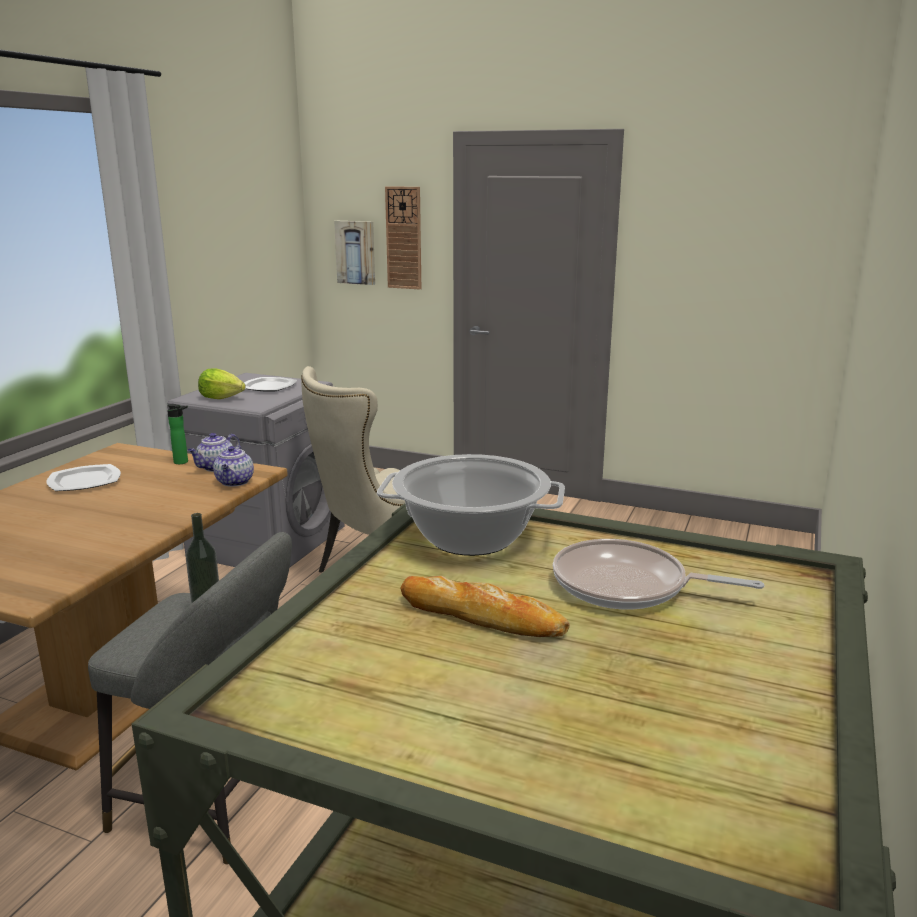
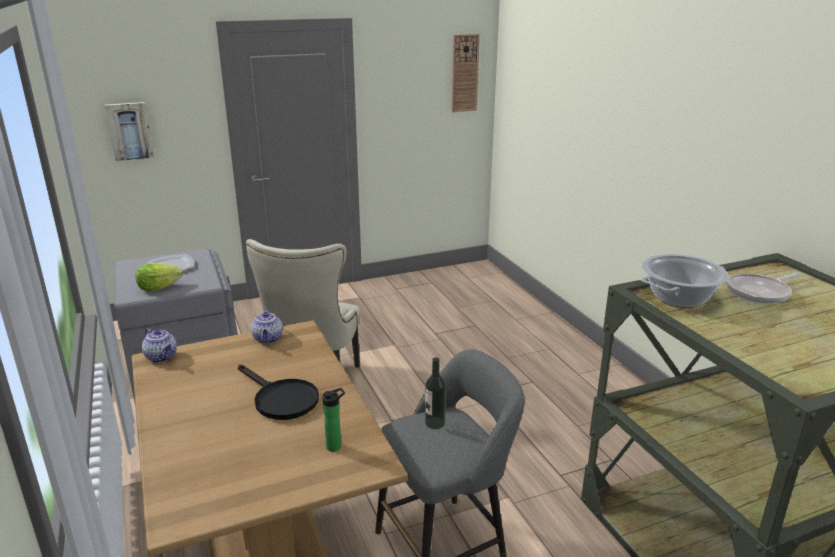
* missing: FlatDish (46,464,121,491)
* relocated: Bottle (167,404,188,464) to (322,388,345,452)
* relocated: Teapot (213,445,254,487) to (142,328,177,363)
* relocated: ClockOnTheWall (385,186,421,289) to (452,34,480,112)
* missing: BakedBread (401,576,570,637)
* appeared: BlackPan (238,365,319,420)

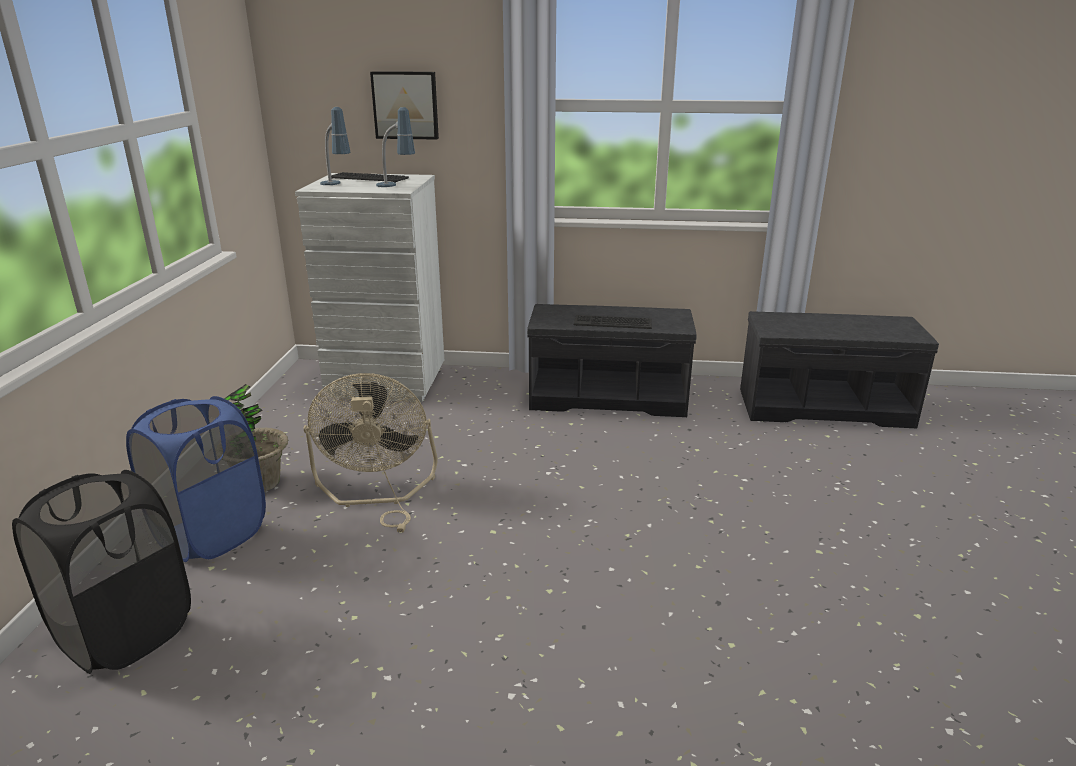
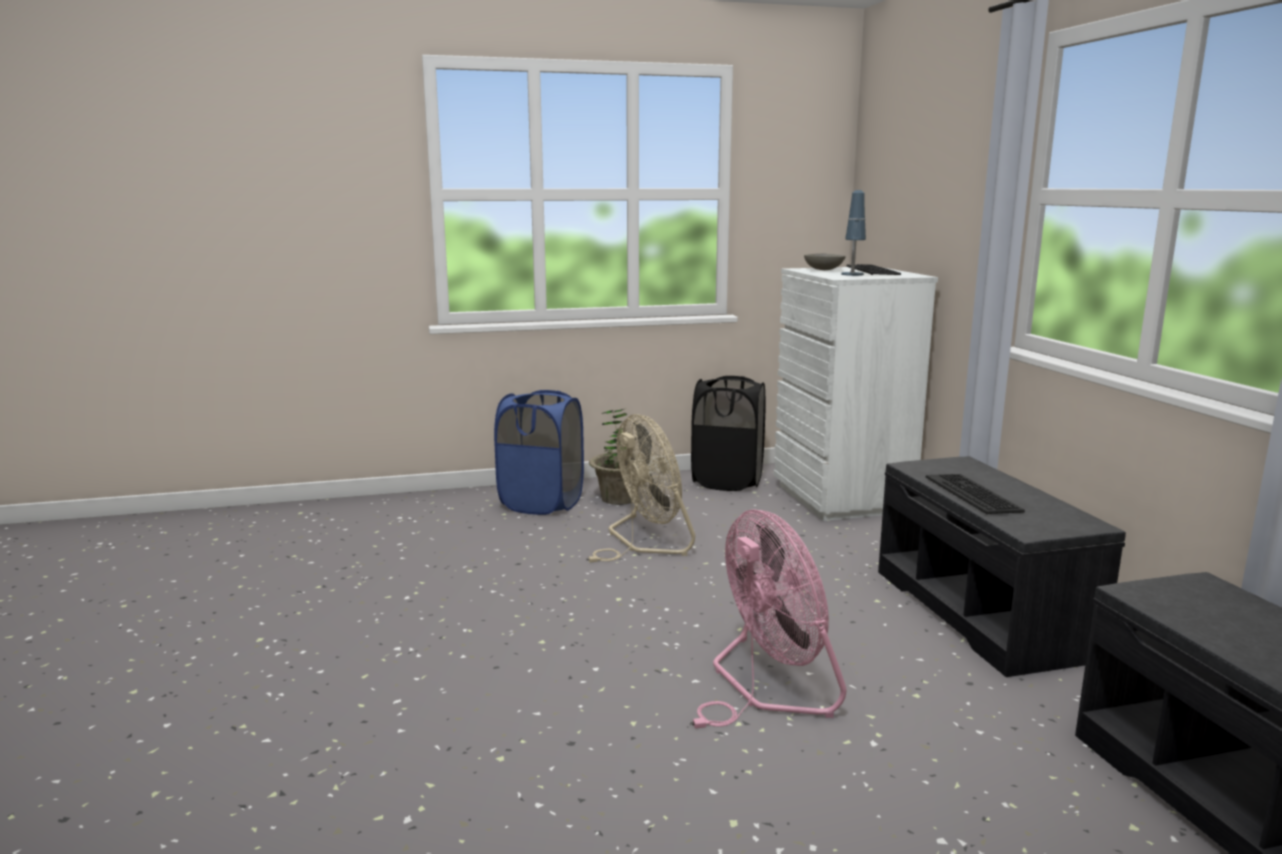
* relocated: BlackWashingBasket (12,470,191,674) to (691,376,766,491)
* exchanged: TabletopLamp (320,107,350,185) to GrayBowl (804,253,846,270)
* missing: WallPicture (370,71,439,140)
* appeared: PinkColouredCoolingFan (690,509,846,729)

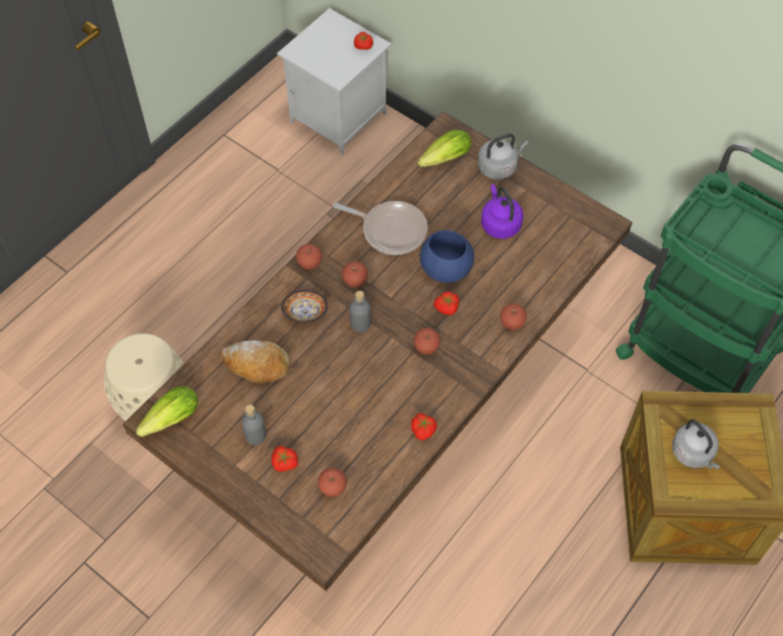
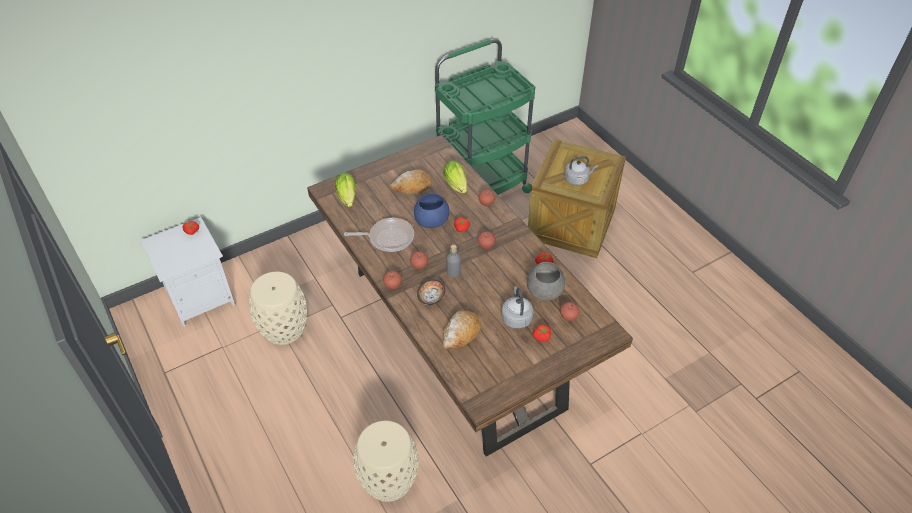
* relocated: LettuceHead (136,386,198,437) to (443,160,467,193)
* missing: GrayBottle (242,405,266,445)
* spun: Pan (333,201,428,255) = (344,218,414,252) 45 degrees clockwise
* relocated: GrayKettle (478,133,529,180) to (501,286,533,329)
* exchanged: PurpleKettle (481,184,523,239) to BakedBread (390,170,433,194)
* appeared: BeigeStool (249,271,307,345)
* appeared: GrayBowl (527,262,565,301)

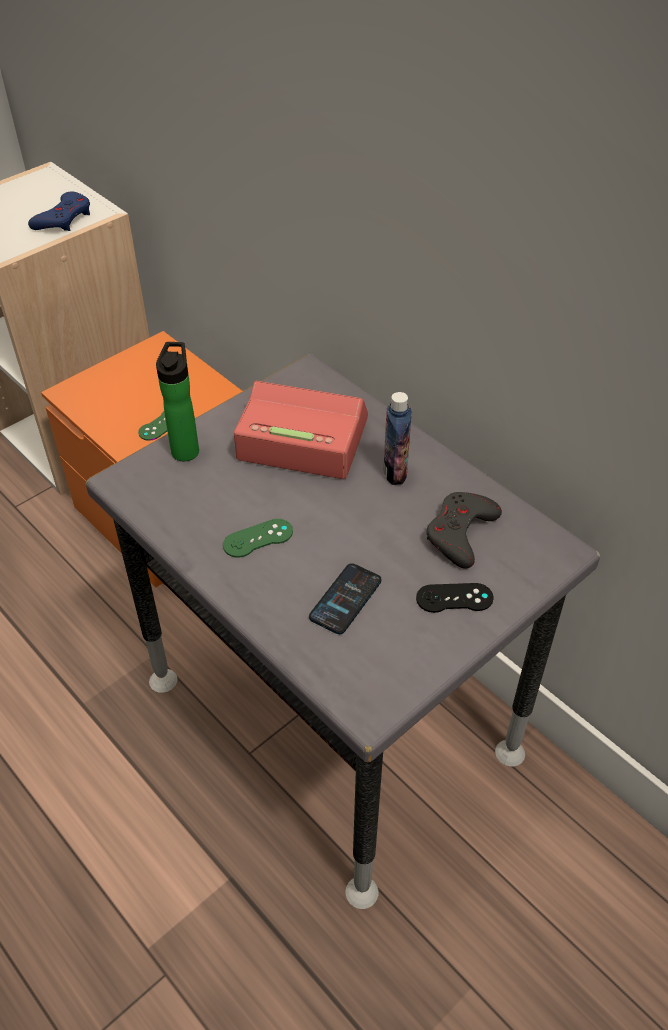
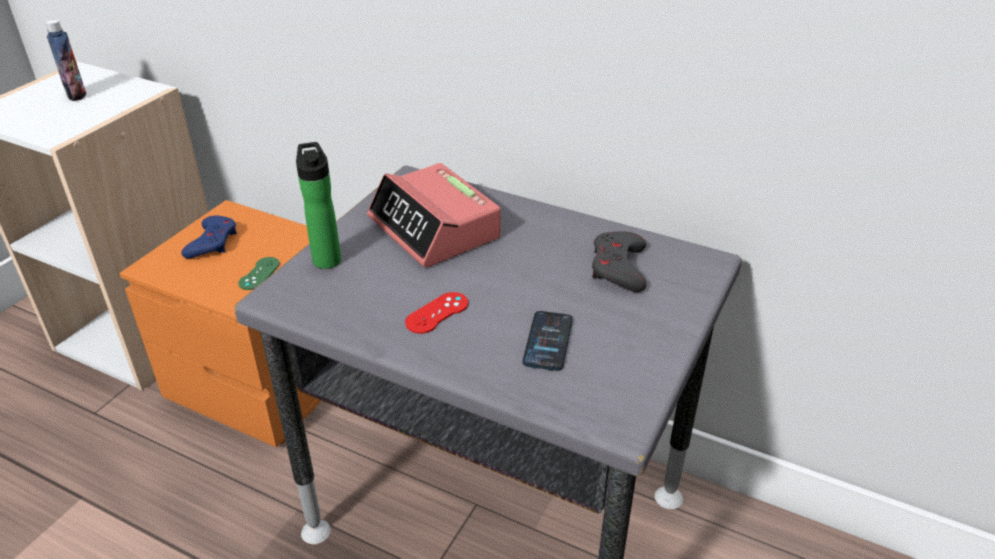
* relocated: BluishGameController (28,191,90,231) to (181,215,237,259)
* colour: GreenishGameController (223,519,293,557) to ReddishGameController (405,292,468,334)
* spun: AlarmClock (234,381,368,479) = (367,163,501,268) 120 degrees counterclockwise
* relocated: Bottle (383,392,412,485) to (46,20,86,101)
* missing: BlackGameController (416,583,493,613)

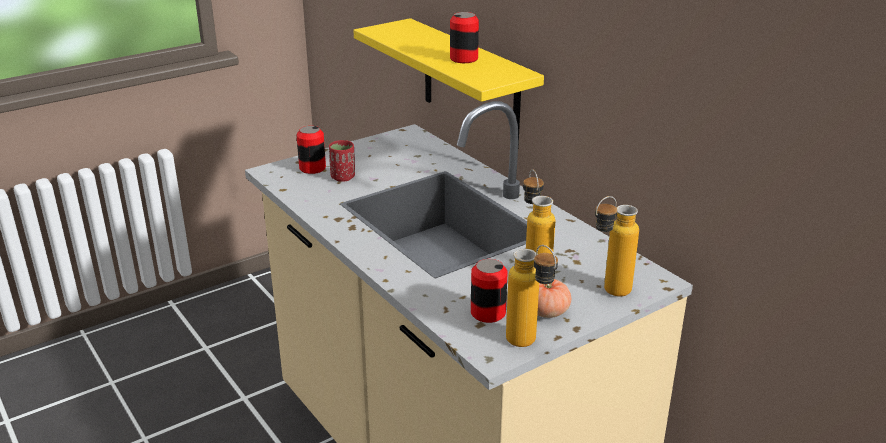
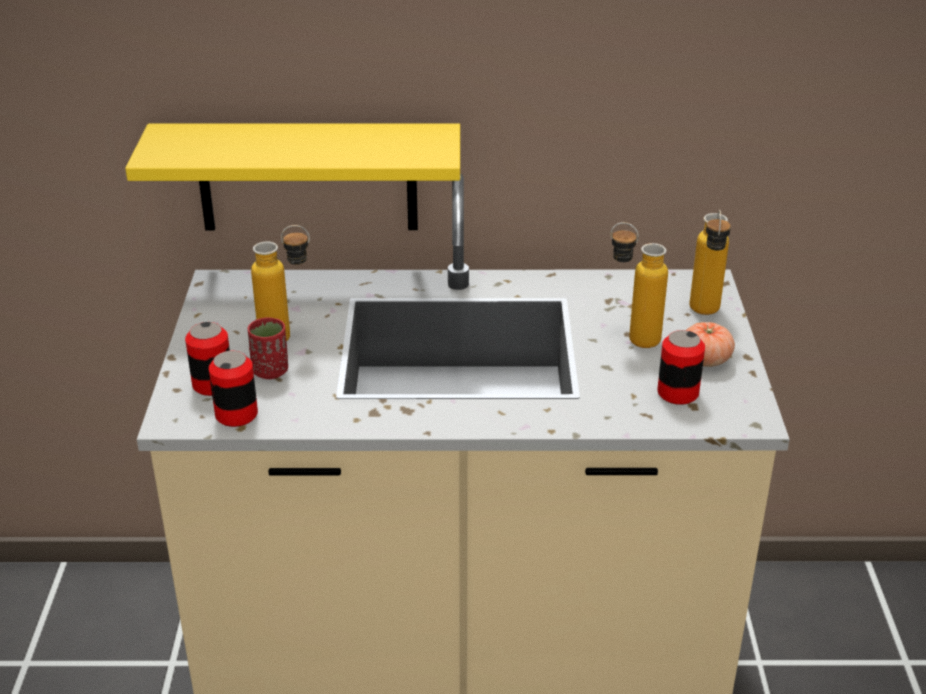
* relocated: SealedCan (450,12,479,63) to (209,351,258,427)
* relocated: Bottle (506,245,558,347) to (251,225,310,341)

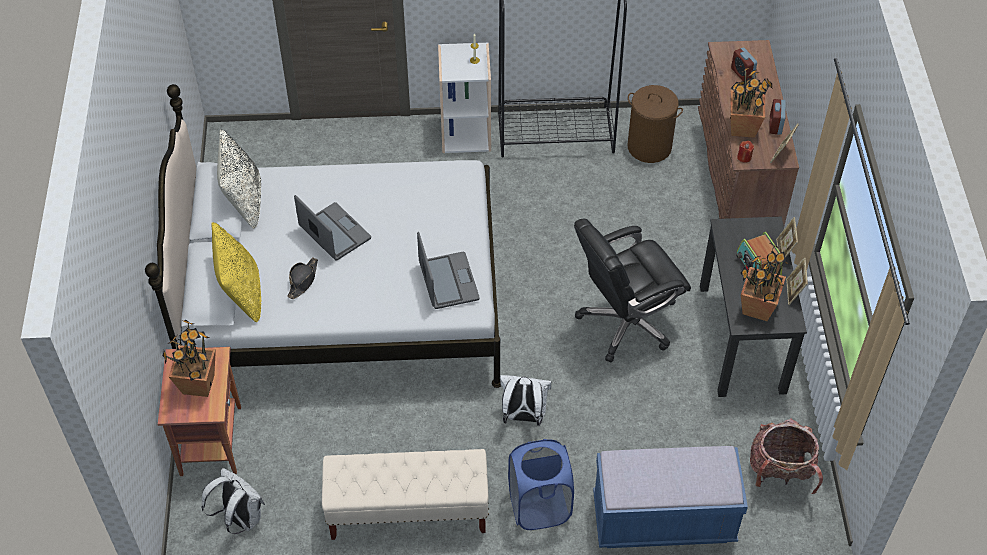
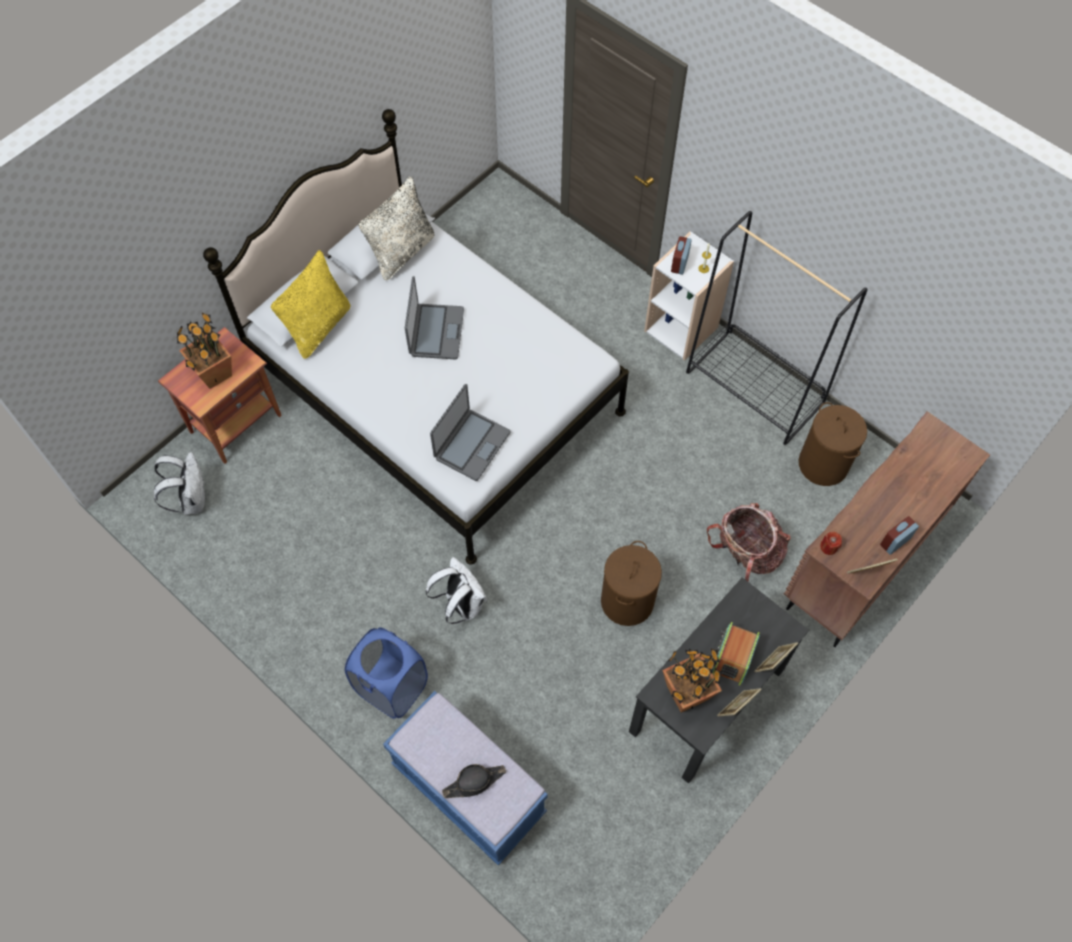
* relocated: BlackWearableHat (288,258,318,299) to (442,764,506,798)
* missing: BeigeIndoorBench (322,449,489,540)
* exchanged: BlackComputerChair (574,219,691,362) to BrownColouredWashingBasket (601,541,662,626)
* missing: PottedPlant (730,68,773,138)
* relocated: AlarmClock (731,47,757,81) to (671,236,692,275)
* relocated: Rucksack (750,419,823,494) to (707,503,791,581)

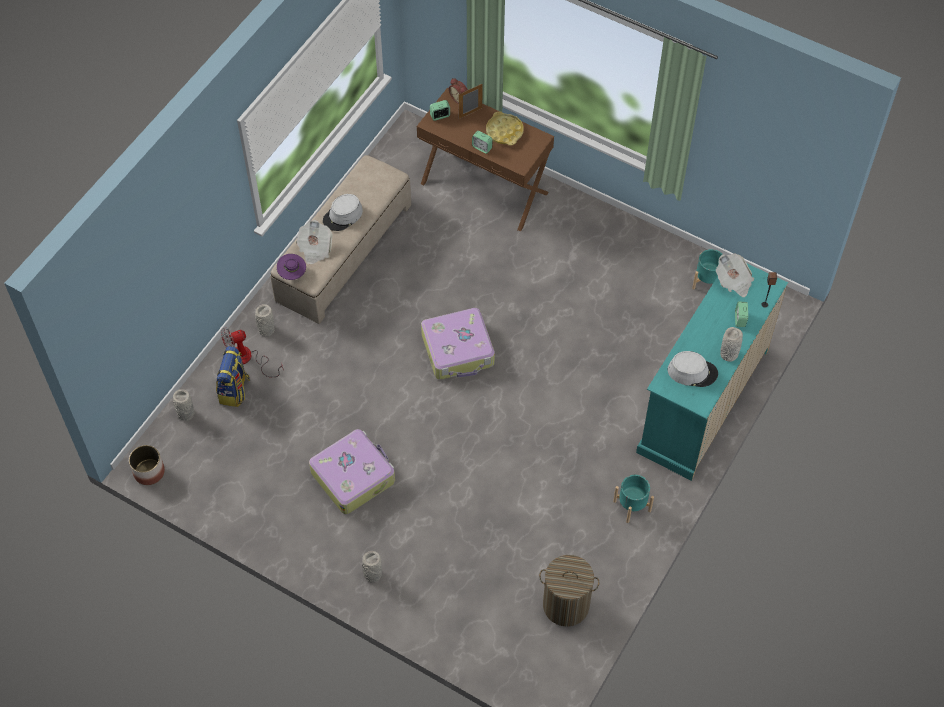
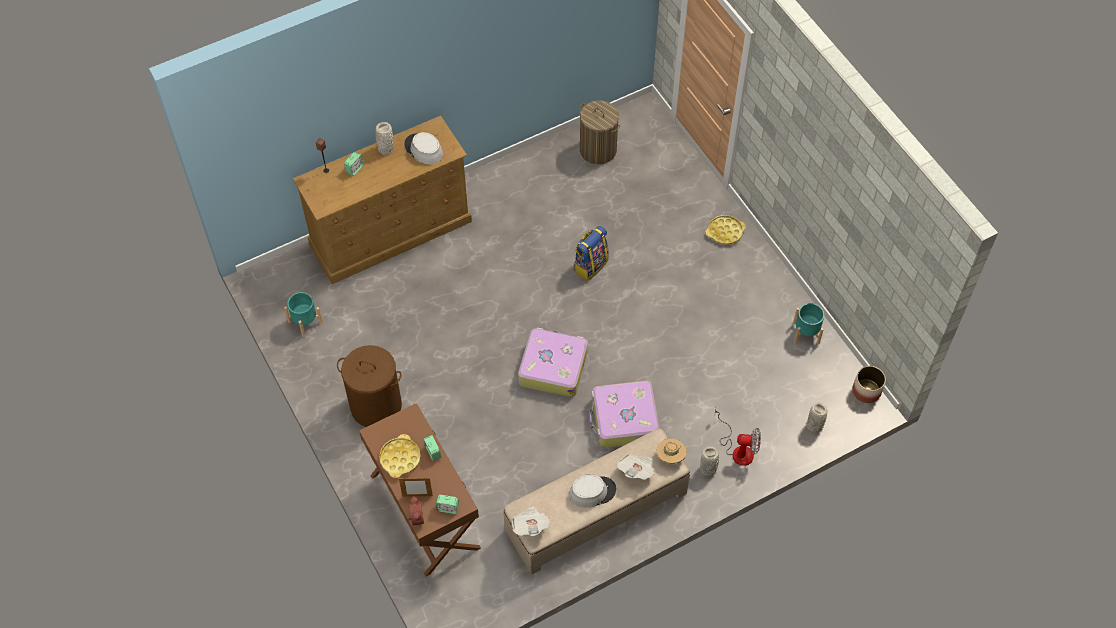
* relocated: Rucksack (216,346,250,407) to (573,226,609,281)
* colour: PurpleWearableHat (277,254,306,280) to BeigeWearableHat (657,438,687,464)
* relocated: TravelCase (309,429,395,514) to (589,381,660,448)
* exchanged: GrayFlowerVase (362,551,382,583) to YellowColouredTray (705,215,746,245)
* relocated: BlueGreenPlanter (613,475,654,523) to (793,303,824,344)
* colour: BlueGreenDrawerChest (636,264,788,481) to BrownColouredDrawerChest (293,116,472,284)
* relocated: DailyPaper (716,254,754,297) to (512,507,550,536)
* appeared: BrownColouredWashingBasket (337,345,402,427)

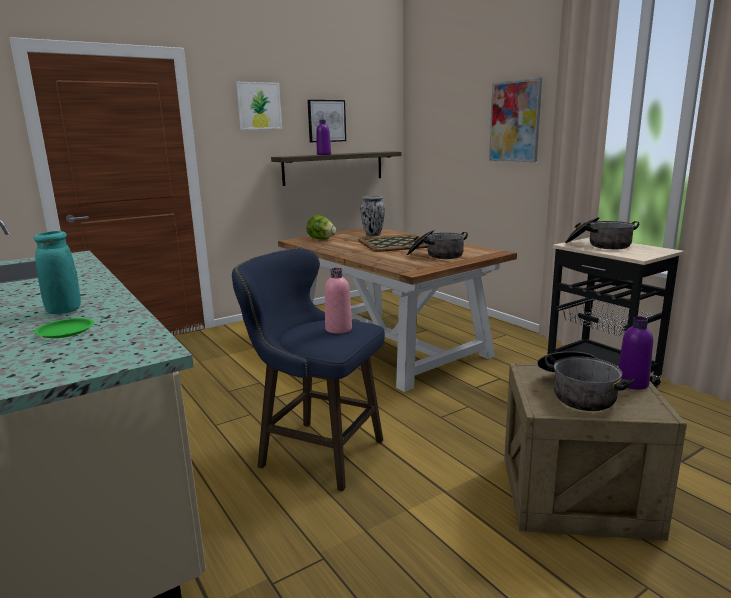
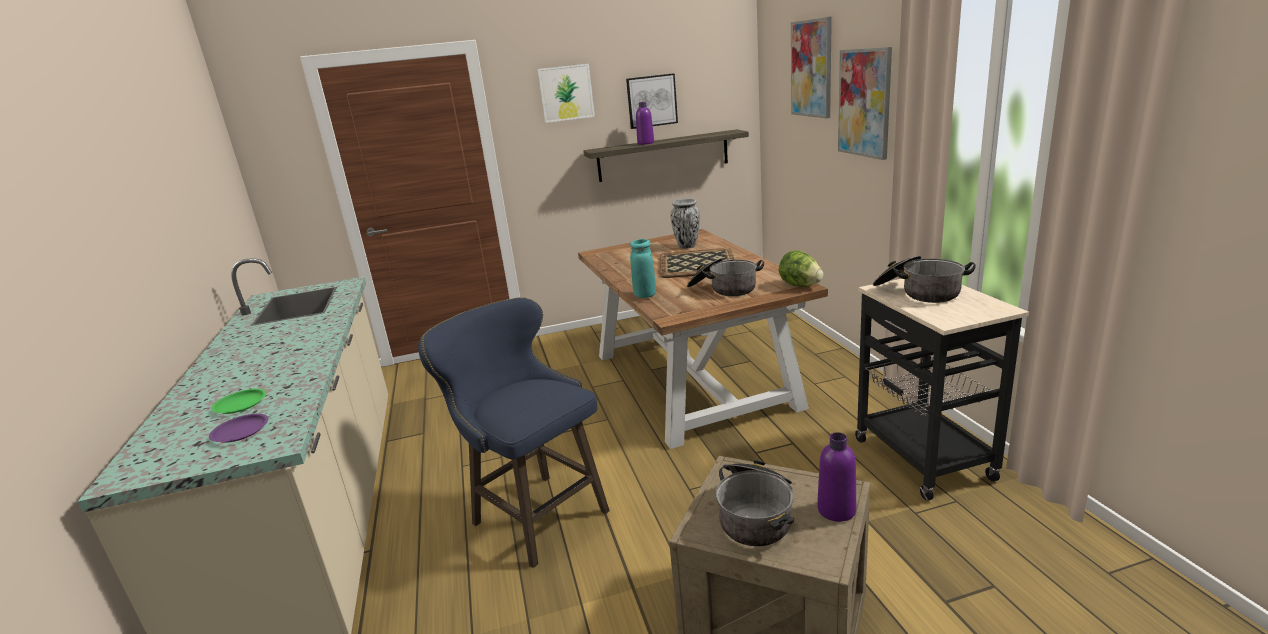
* relocated: BlueGreenFlowerVase (33,231,81,314) to (630,239,656,298)
* relocated: LettuceHead (306,215,336,240) to (779,251,823,287)
* missing: PinkColouredBottle (325,268,352,334)
* appeared: PurpleFlatDish (209,414,268,443)
* appeared: WallPicture (791,17,832,118)

